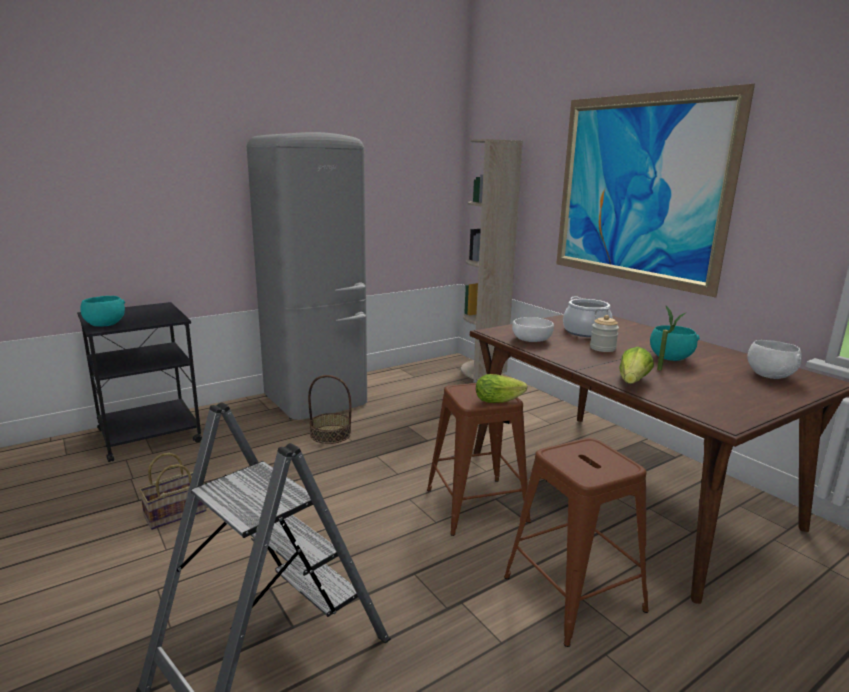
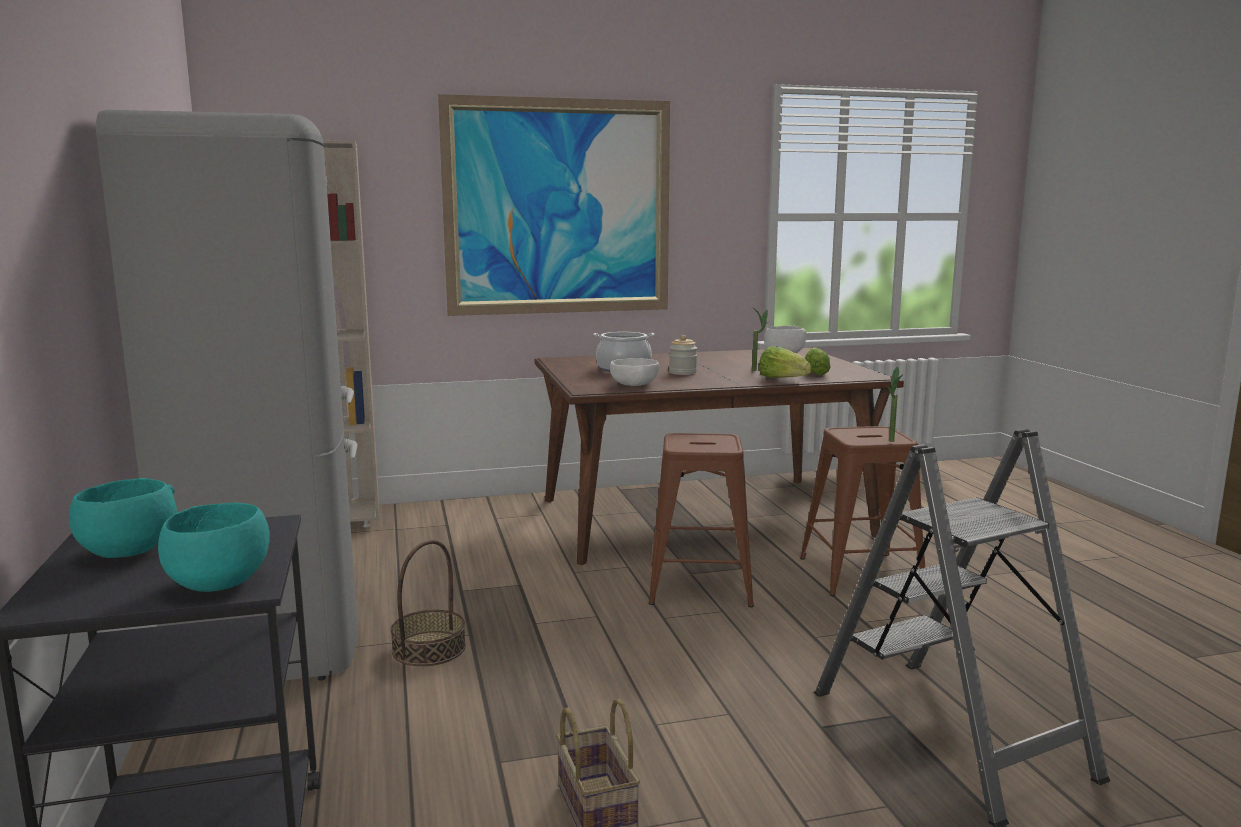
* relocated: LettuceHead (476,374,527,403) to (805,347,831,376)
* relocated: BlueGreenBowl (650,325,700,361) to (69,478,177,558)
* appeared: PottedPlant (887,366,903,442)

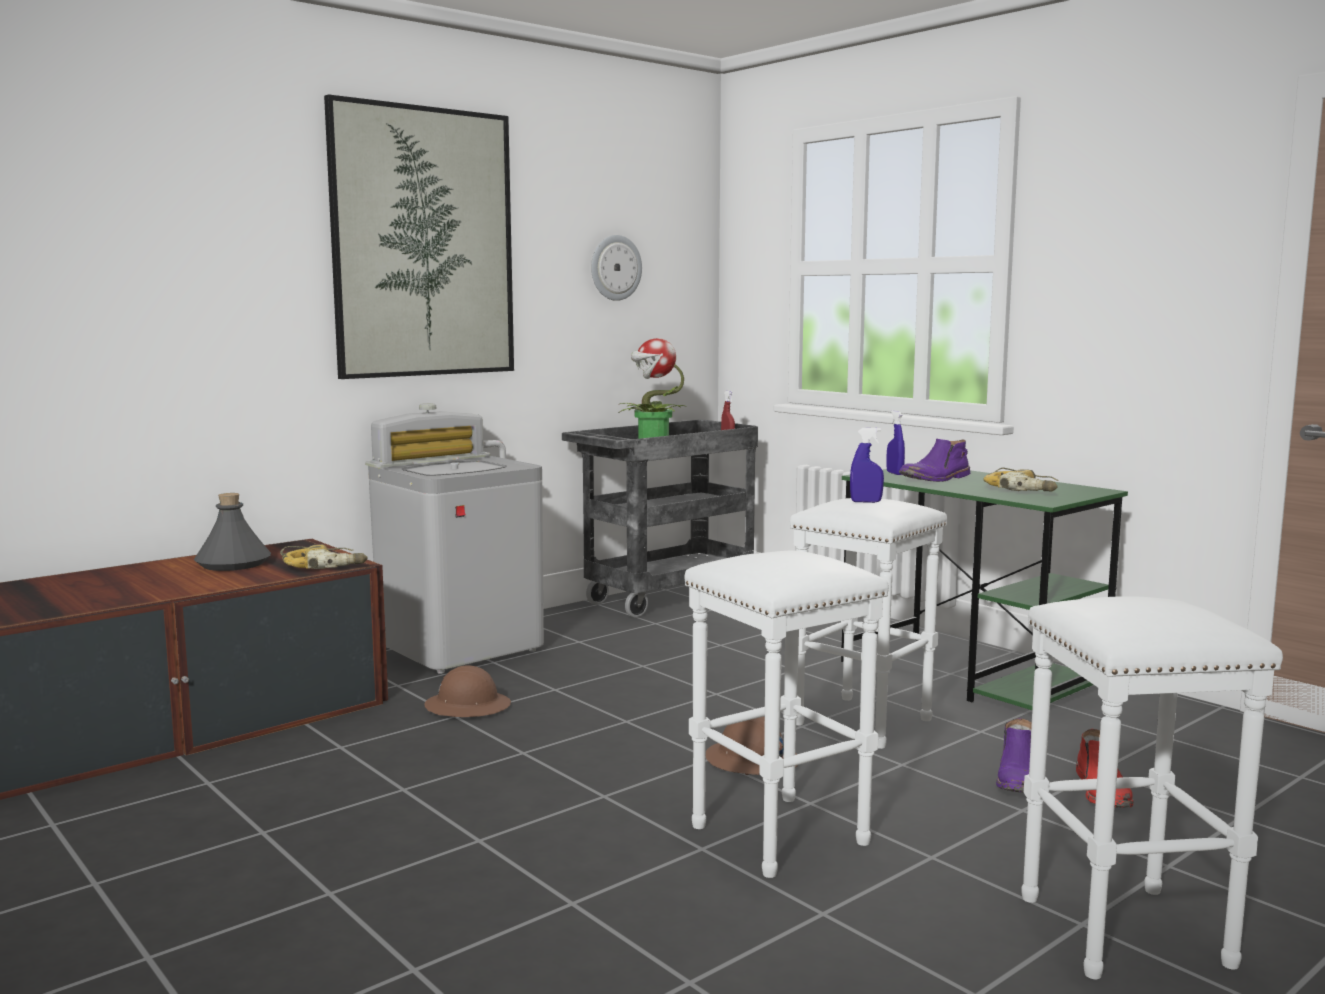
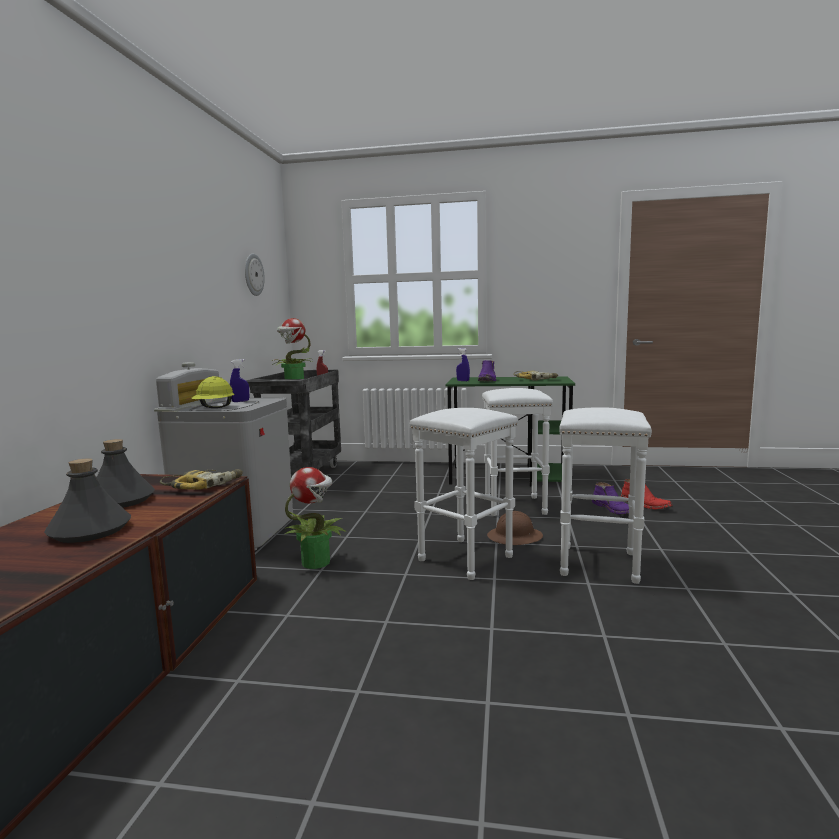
* missing: WallPicture (324,94,514,379)
* exchanged: BrownColouredWorkHelmet (424,665,511,717) to PottedPlant (284,467,346,569)
* relocated: BluishHandSprayer (850,428,884,503) to (230,359,249,402)
* relocated: WhiteStool (1021,596,1283,979) to (409,408,518,580)
* appeared: GrayBottle (44,459,131,543)
* appeared: YellowColouredWorkHelmet (191,376,234,408)

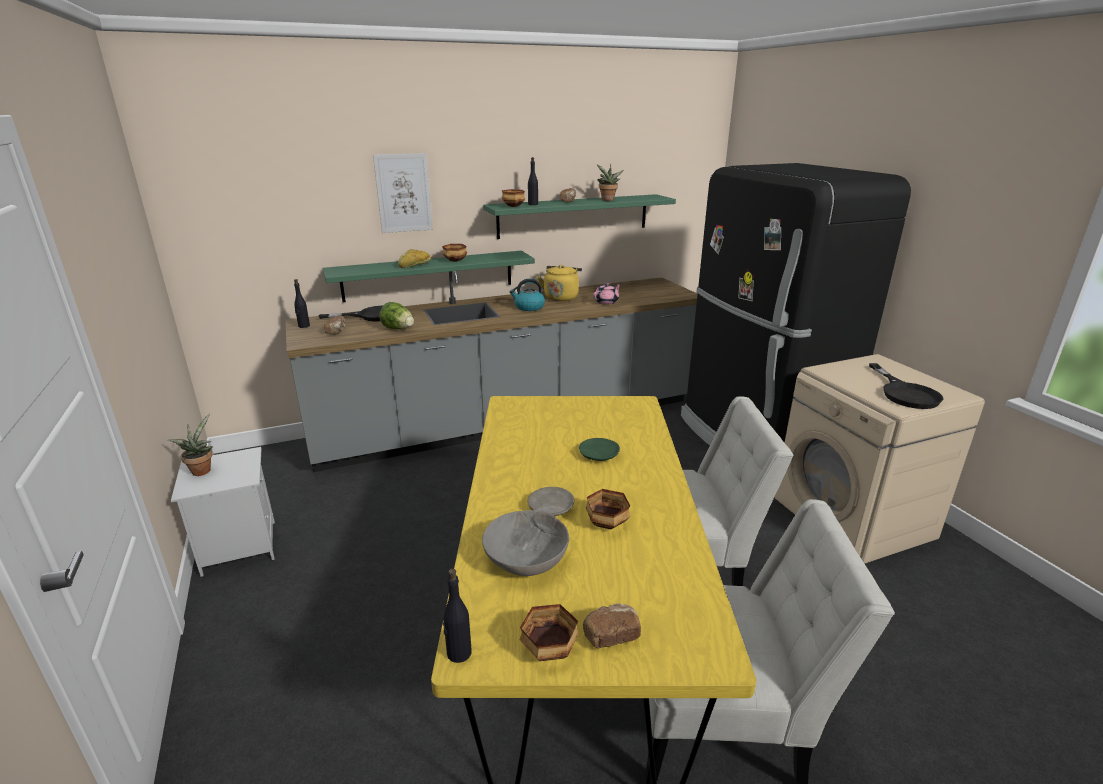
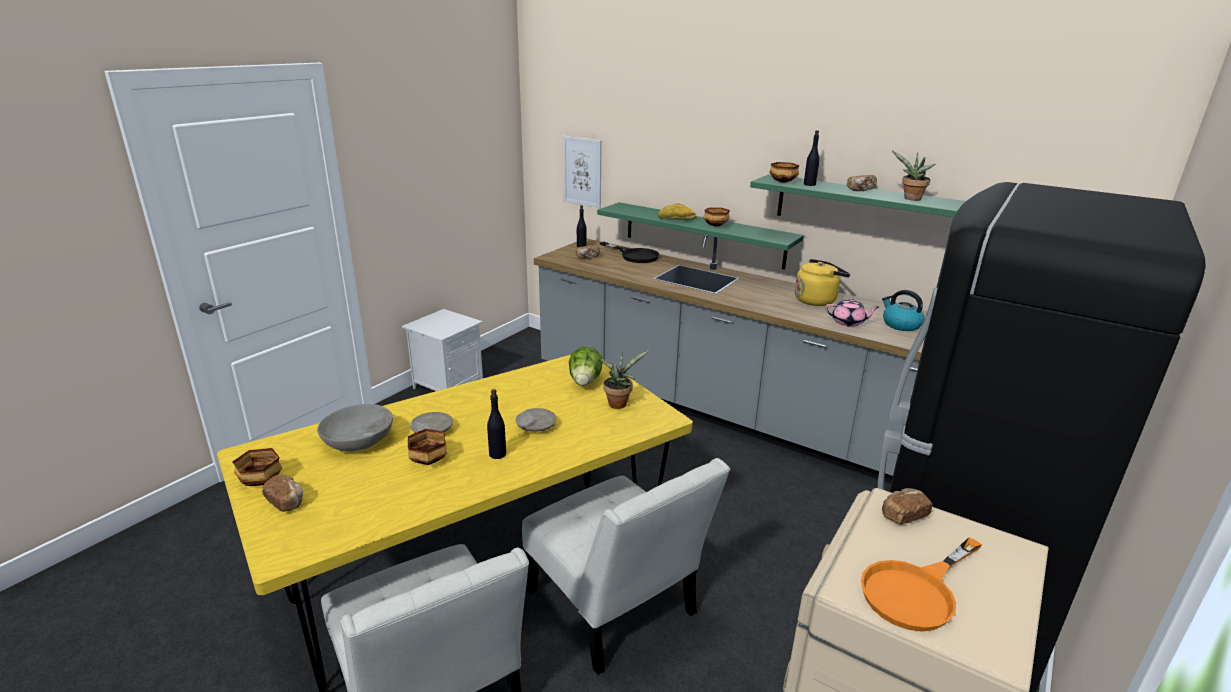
* relocated: PottedPlant (168,414,213,476) to (600,350,649,409)
* relocated: WallPicture (373,153,433,233) to (562,136,602,208)
* relocated: LettuceHead (379,302,414,329) to (569,346,603,386)
* relocated: BlackBottle (443,569,472,663) to (487,389,506,459)
* relocated: Kettle (509,279,545,311) to (882,290,925,331)
* colour: GreenishFlatDish (579,438,620,461) to BeigeFlatDish (515,408,557,432)
* colour: BlackPan (869,363,943,409) to OrangePan (861,537,982,632)
* appeared: BakedBread (882,488,933,525)

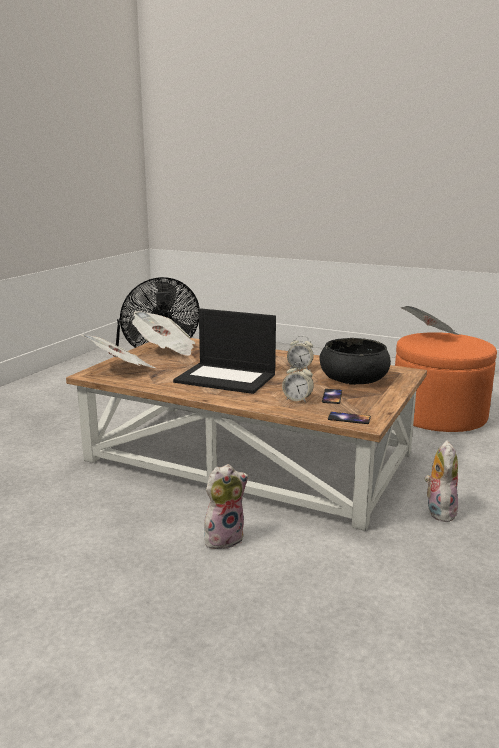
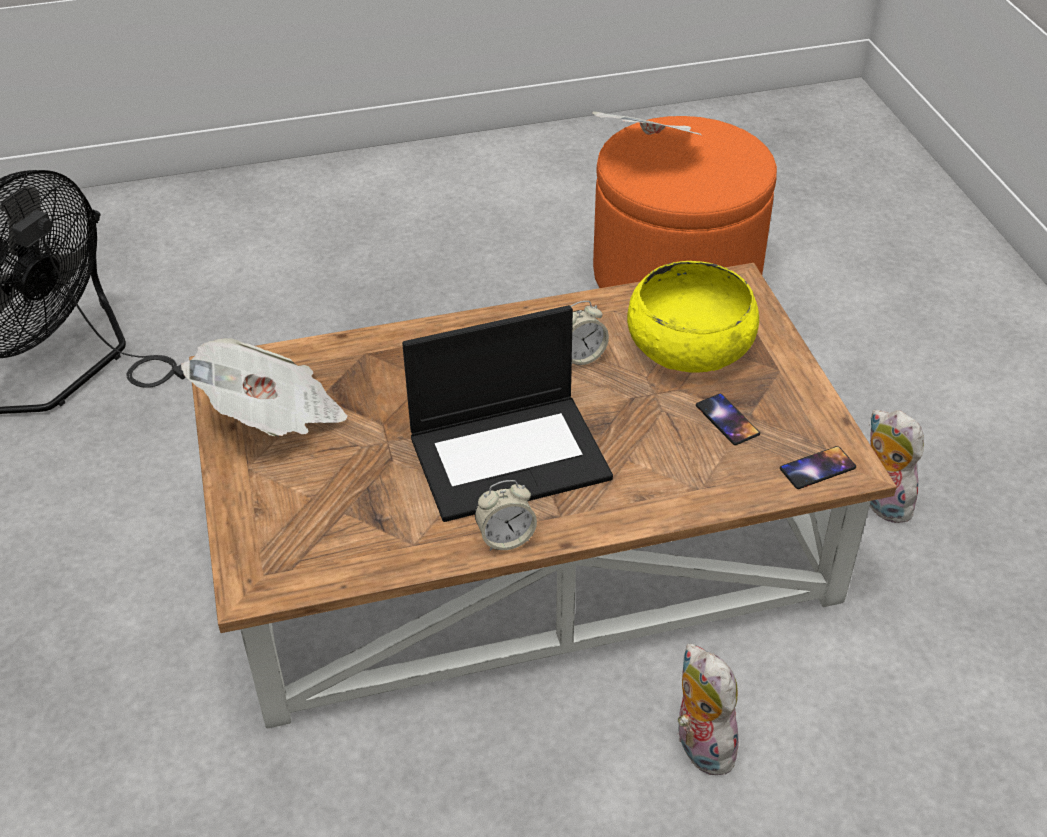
* missing: DailyPaper (79,334,155,368)
* spun: CuddlyToy (204,464,249,549) = (678,643,741,775) 45 degrees counterclockwise
* relocated: AlarmClock (282,363,314,403) to (475,480,537,551)
* colour: BlackBowl (319,338,391,385) to YellowColouredBowl (627,261,759,372)

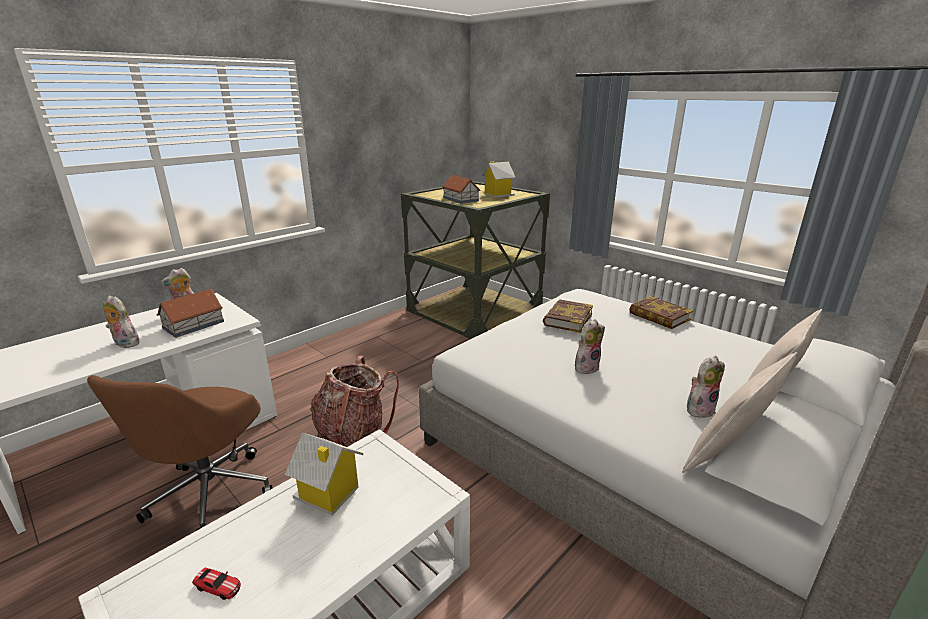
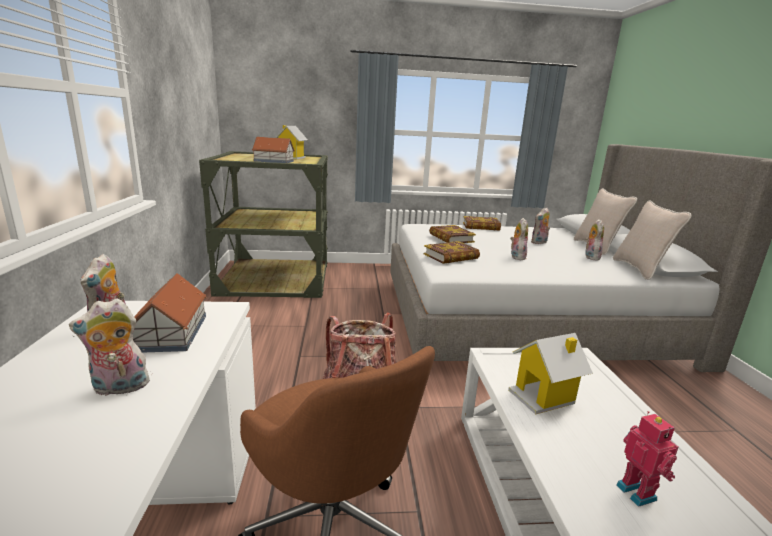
* exchanged: MiniatureCar (192,568,241,600) to ToyRobot (616,411,678,507)
* appeared: Book (424,241,480,264)
* appeared: CuddlyToy (531,208,550,244)

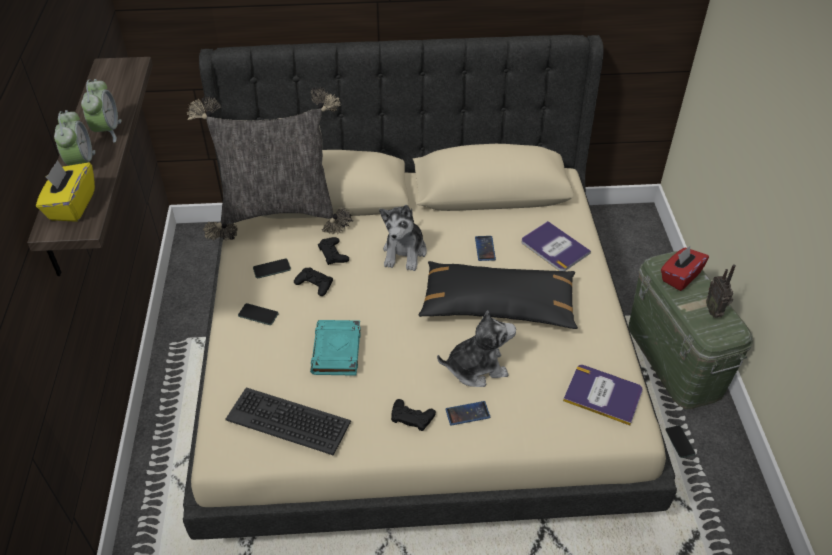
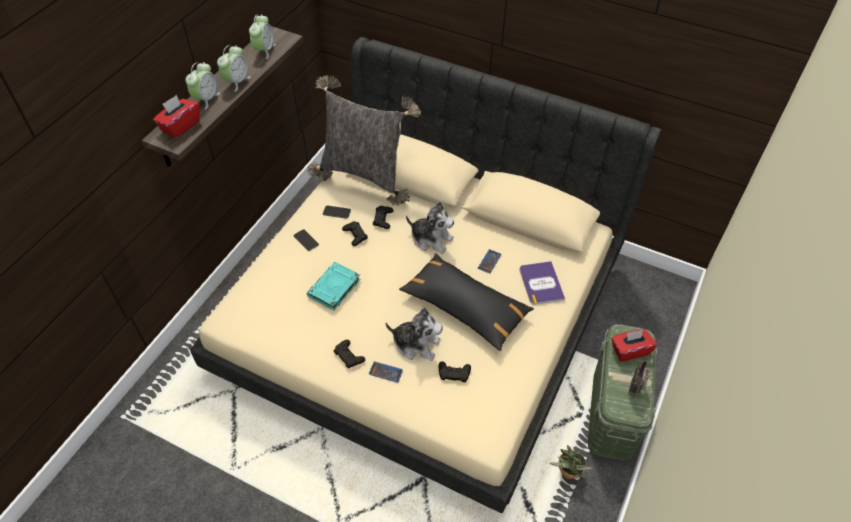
* colour: YellowColouredTissueHolder (36,160,95,222) to ReddishTissueHolder (153,95,200,138)
* missing: PcKeyboard (225,387,351,456)
* spun: CuddlyToy (379,205,427,271) = (406,202,454,254) 105 degrees counterclockwise
* missing: Book (563,365,643,425)
* exchanged: Handset (666,425,695,458) to PottedPlant (549,445,594,479)
* appeared: AlarmClock (249,14,275,59)
* appeared: BlackGameController (439,361,471,382)

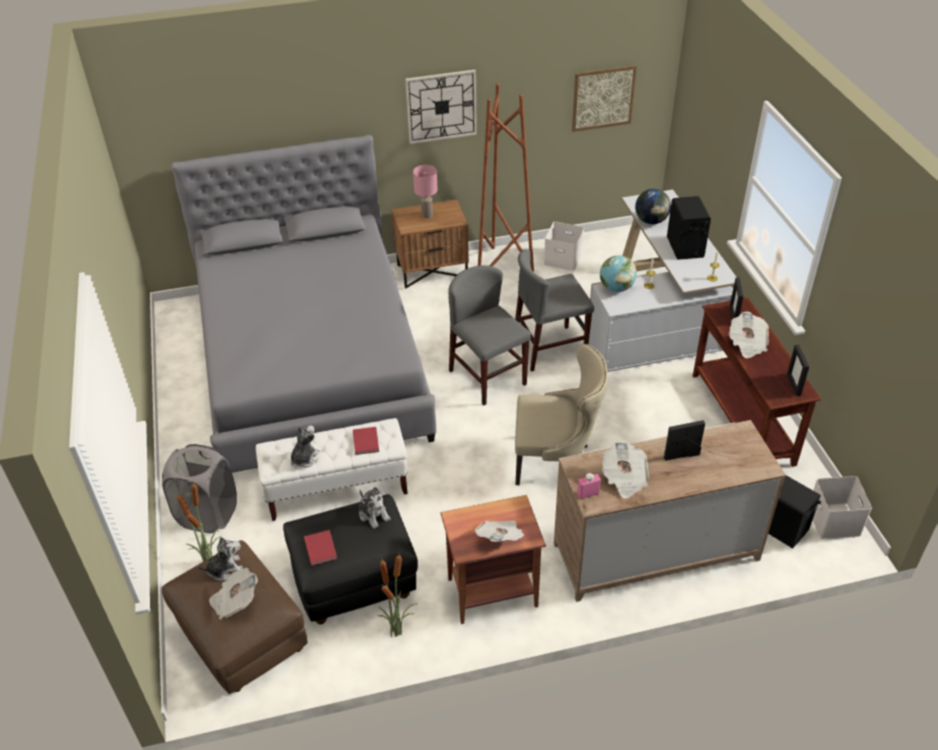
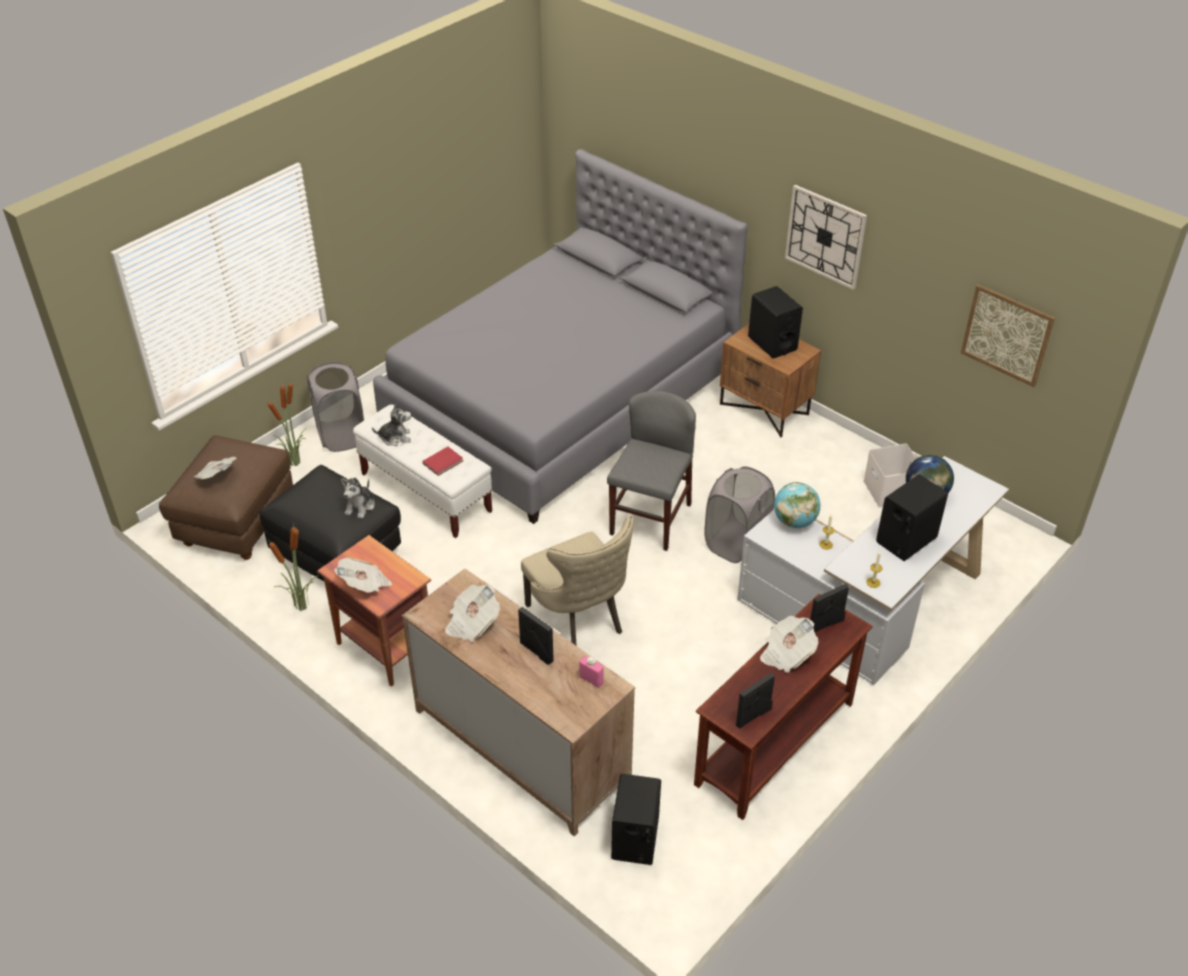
* missing: CuddlyToy (198,537,244,581)
* missing: ReddishBook (304,530,337,566)
* exchanged: PinkColouredTabletopLamp (413,165,438,218) to BlackSpeaker (748,286,803,359)
* missing: BrownColouredClothesRack (478,83,534,272)
* exchanged: GrayUprightChair (515,249,594,372) to GrayWashingBasket (704,466,775,563)
* relocated: PinkColouredBottle (577,473,601,500) to (579,656,604,688)
* missing: WhiteStorageBox (813,476,872,539)

